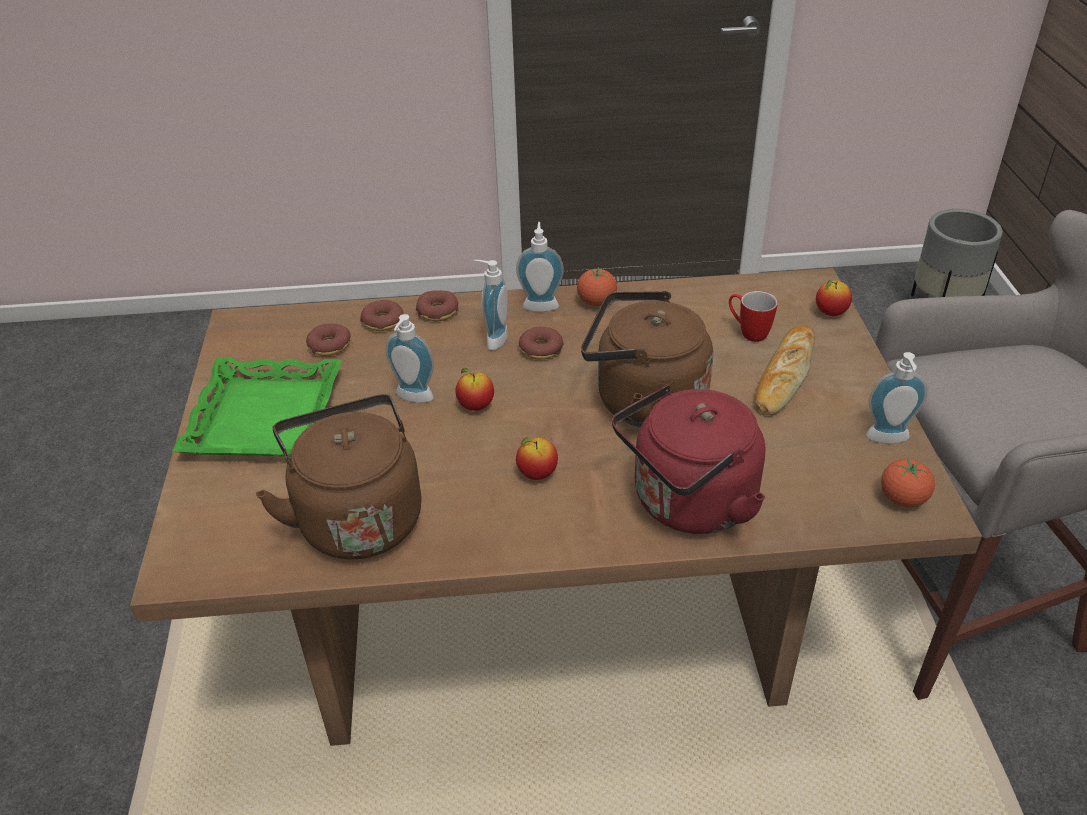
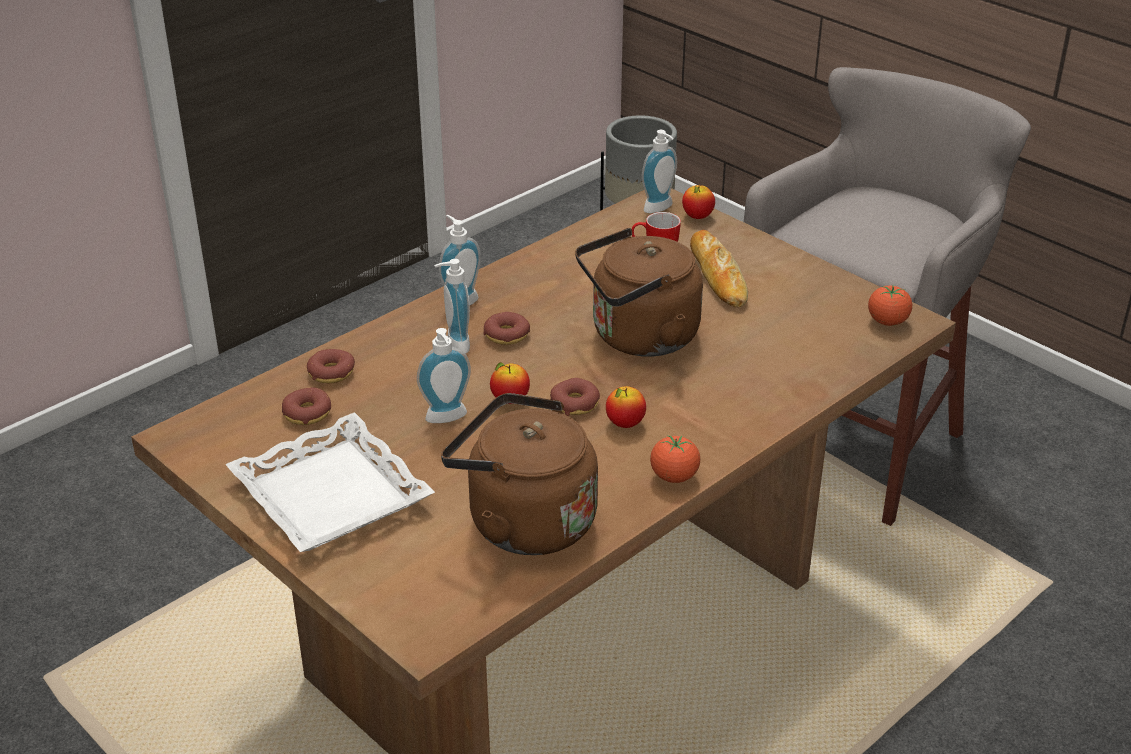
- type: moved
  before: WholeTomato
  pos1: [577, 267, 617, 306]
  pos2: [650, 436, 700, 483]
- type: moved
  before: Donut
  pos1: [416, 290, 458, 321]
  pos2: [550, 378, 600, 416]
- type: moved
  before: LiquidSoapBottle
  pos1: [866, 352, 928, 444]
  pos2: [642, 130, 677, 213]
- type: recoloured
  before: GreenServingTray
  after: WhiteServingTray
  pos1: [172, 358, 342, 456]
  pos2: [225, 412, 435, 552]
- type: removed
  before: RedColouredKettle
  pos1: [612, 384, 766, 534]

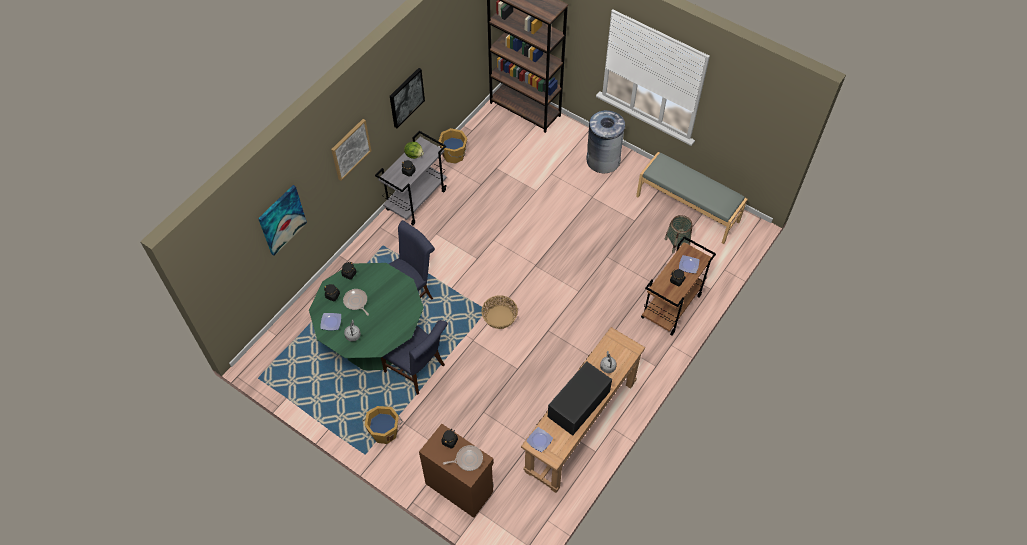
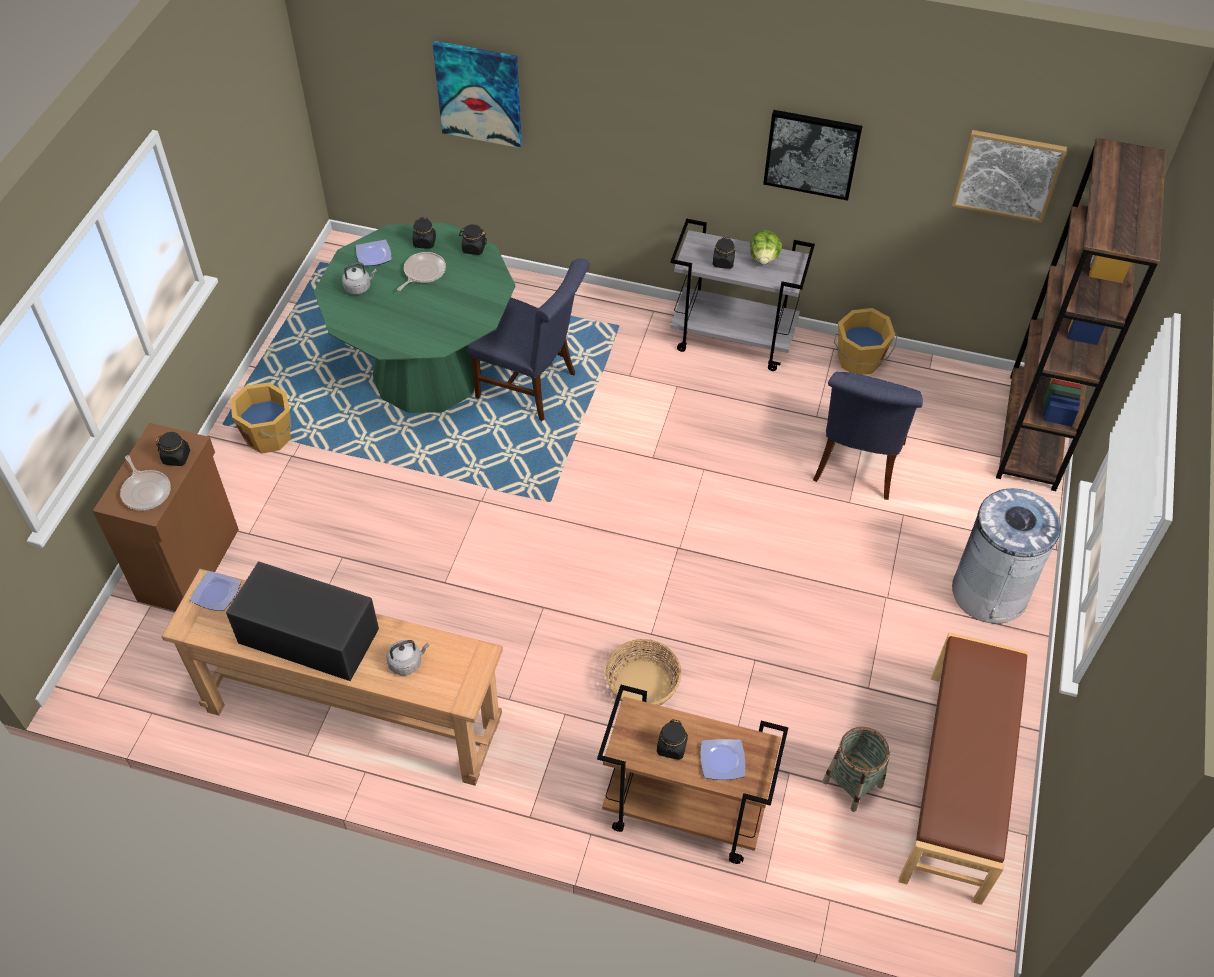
- type: moved
  before: Picture
  pos1: [331, 119, 371, 181]
  pos2: [952, 130, 1067, 223]
- type: recoloured
  before: GreyBench
  after: BrownColouredBench
  pos1: [636, 152, 747, 244]
  pos2: [898, 632, 1028, 905]
- type: moved
  before: StorageBasket
  pos1: [482, 295, 518, 329]
  pos2: [605, 639, 682, 706]
- type: moved
  before: BlueUprightChair
  pos1: [381, 320, 448, 395]
  pos2: [813, 371, 923, 500]

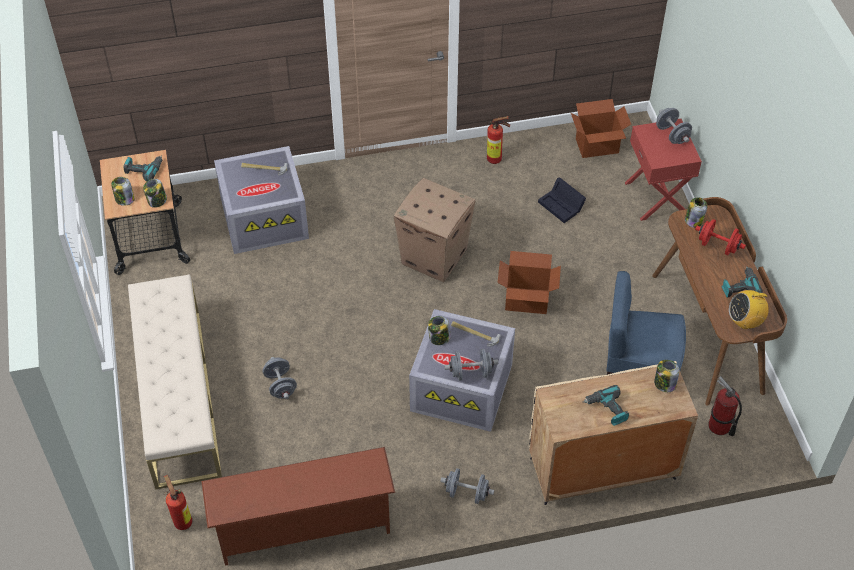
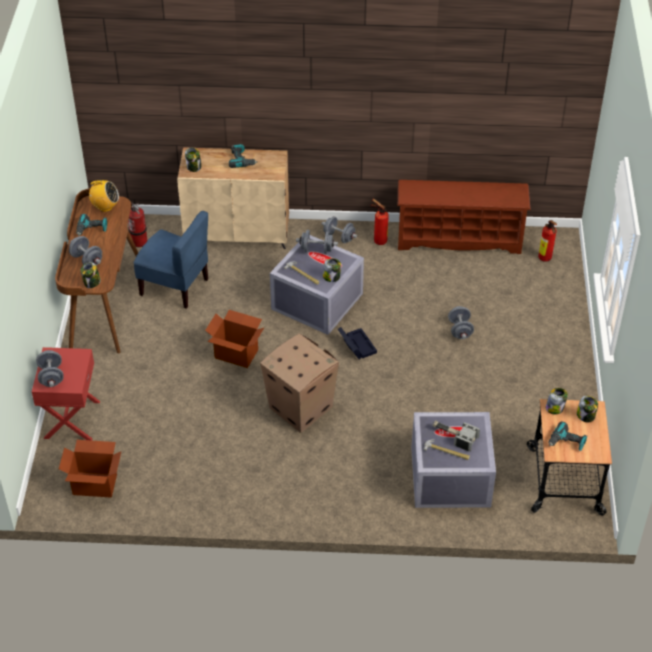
- type: moved
  before: FireExtinguisher
  pos1: [487, 116, 510, 164]
  pos2: [371, 198, 389, 245]
- type: moved
  before: BlackStorageContainer
  pos1: [538, 178, 586, 223]
  pos2: [338, 327, 377, 359]
- type: recoloured
  before: RedColouredDumbbell
  after: GreyDumbbell
  pos1: [695, 219, 746, 255]
  pos2: [69, 236, 102, 266]
- type: removed
  before: BeigeColouredBench
  pos1: [128, 274, 222, 489]
- type: added
  after: Hammer
  pos2: [433, 421, 480, 452]

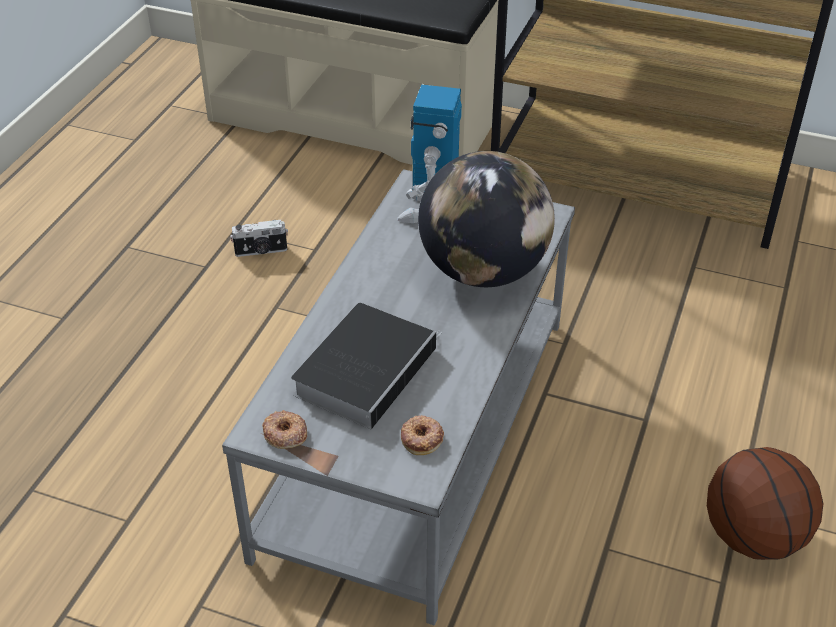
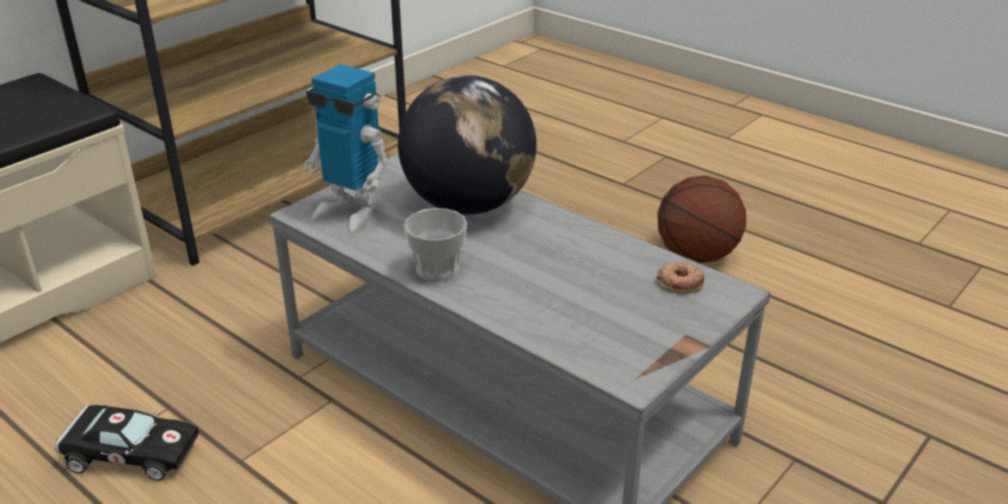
- type: replaced
  before: PhotoCamera
  after: BlackMiniatureCar
  pos1: [230, 220, 288, 257]
  pos2: [55, 405, 199, 481]
- type: removed
  before: Volume
  pos1: [291, 303, 442, 429]
- type: removed
  before: Donut
  pos1: [262, 410, 307, 449]
- type: added
  after: Cup
  pos2: [404, 208, 467, 282]

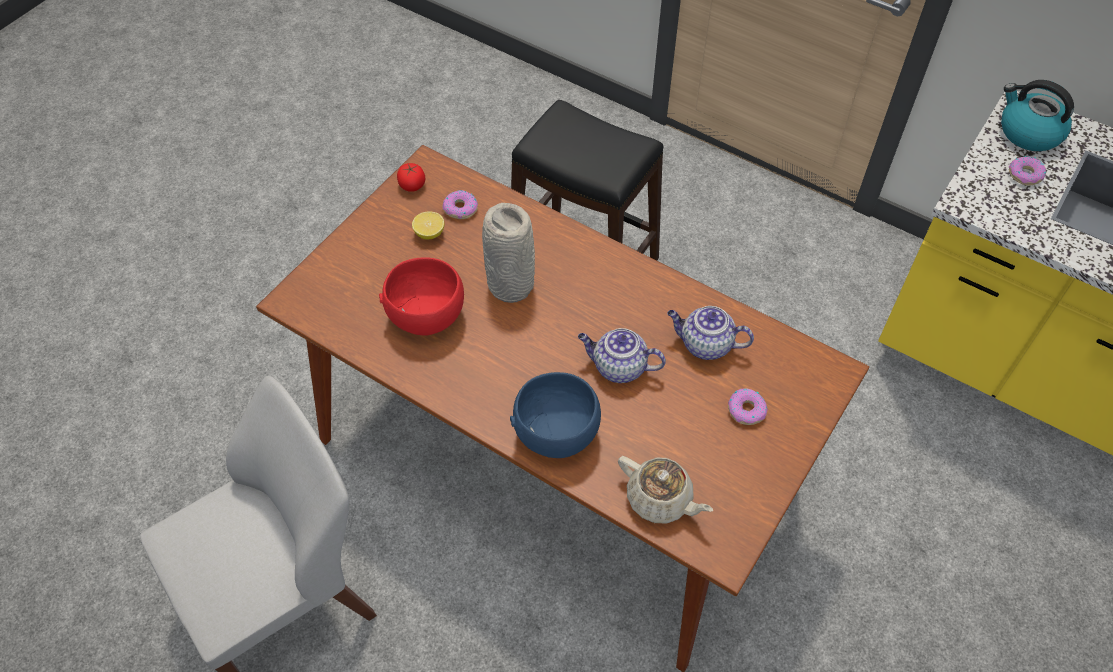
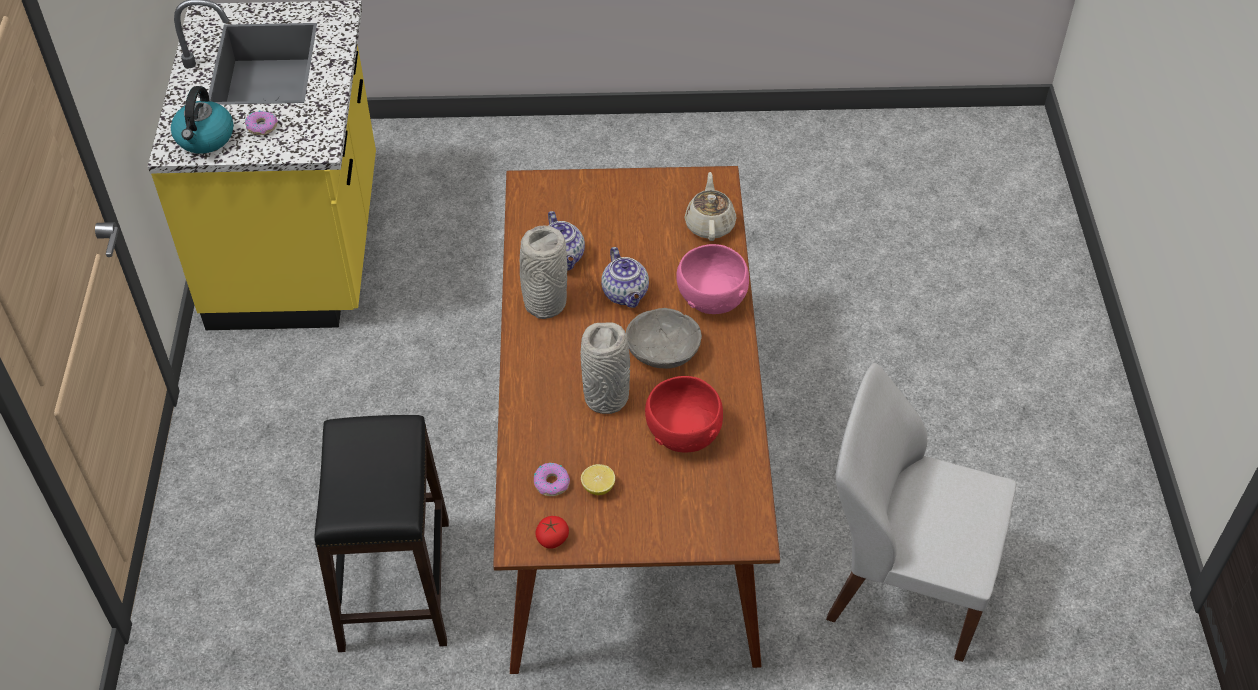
- type: recoloured
  before: BlueDeepDish
  after: PinkDeepDish
  pos1: [510, 372, 601, 458]
  pos2: [676, 244, 749, 314]
- type: removed
  before: Donut
  pos1: [728, 388, 768, 425]
- type: added
  after: GreyDecorativeVase
  pos2: [519, 225, 567, 319]
- type: added
  after: GreyDeepDish
  pos2: [626, 308, 702, 369]

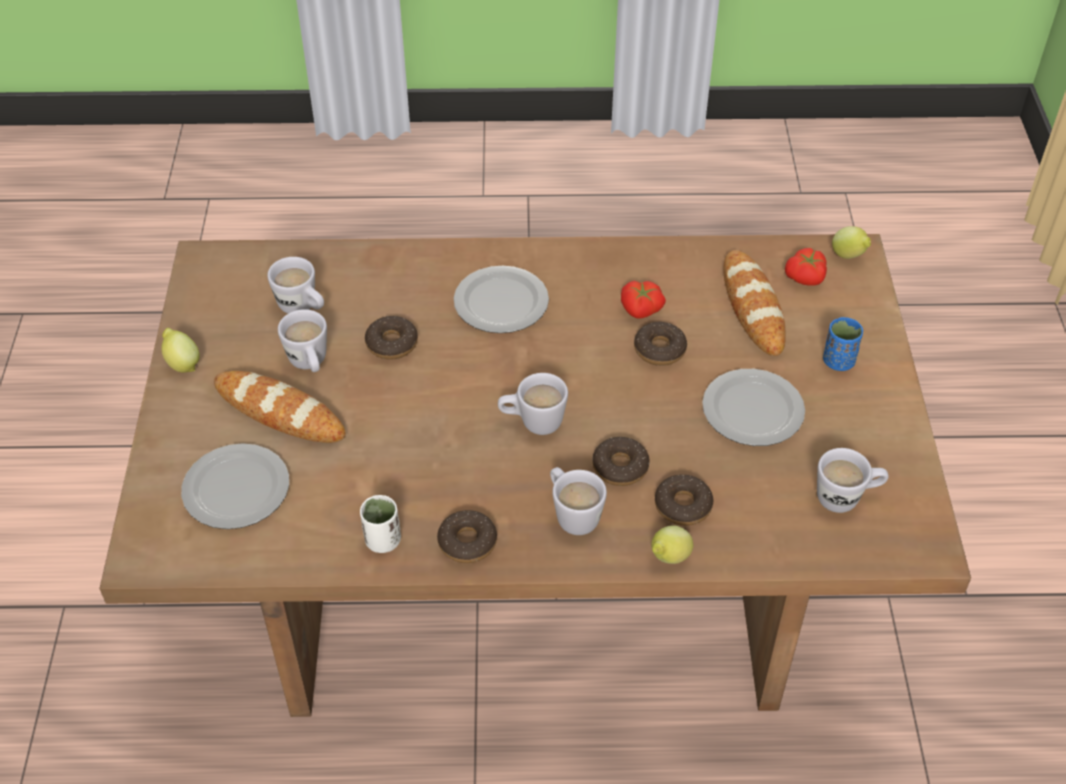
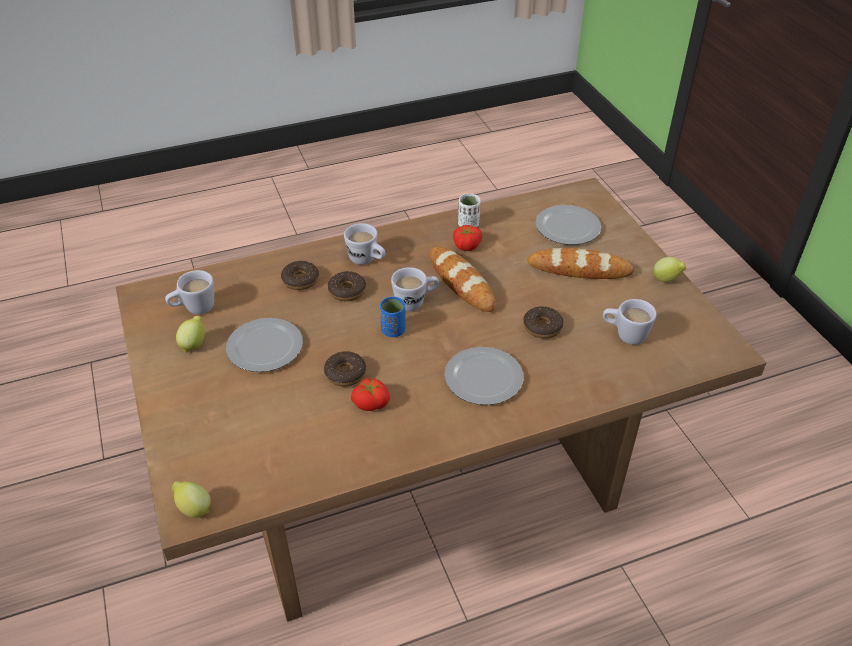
- type: moved
  before: WholeTomato
  pos1: [785, 248, 827, 286]
  pos2: [453, 225, 482, 251]
- type: moved
  before: Bread
  pos1: [723, 250, 786, 356]
  pos2: [430, 247, 496, 312]
- type: removed
  before: WhiteMug
  pos1: [278, 309, 327, 372]
- type: moved
  before: BlueCup
  pos1: [823, 317, 863, 371]
  pos2: [380, 297, 406, 337]
- type: removed
  before: Donut
  pos1: [437, 510, 497, 563]
- type: moved
  before: Lemon
  pos1: [651, 525, 693, 564]
  pos2: [176, 316, 205, 353]

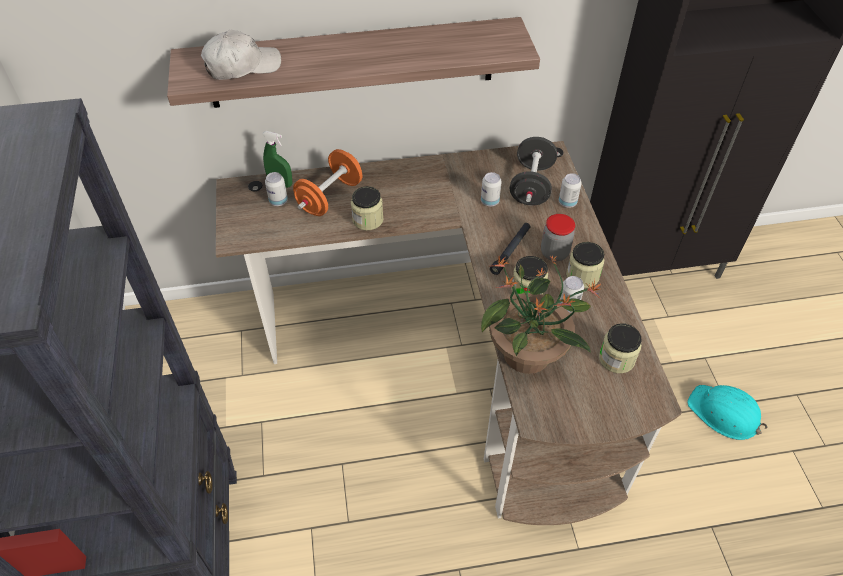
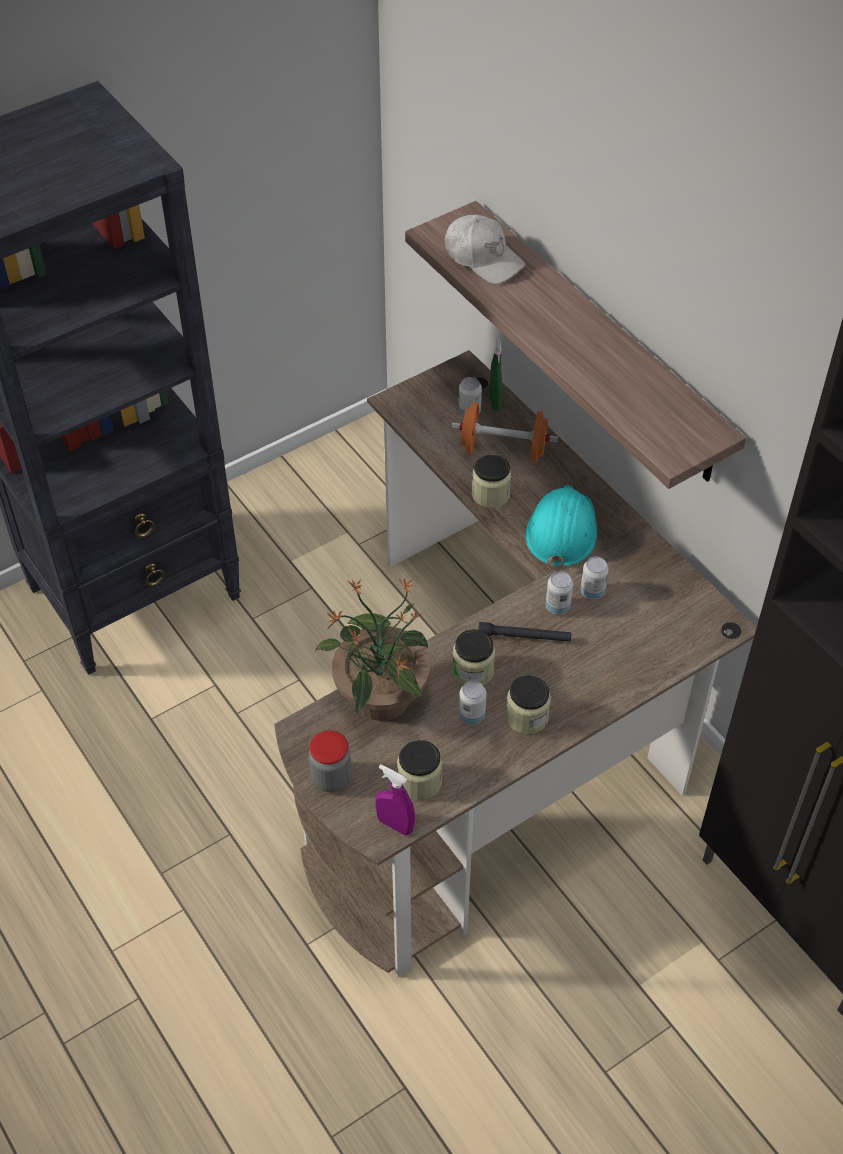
- type: removed
  before: BlackDumbbell
  pos1: [510, 137, 557, 206]
- type: moved
  before: MetalCan
  pos1: [559, 173, 582, 208]
  pos2: [546, 572, 573, 615]
- type: moved
  before: StorageJar
  pos1: [541, 214, 575, 261]
  pos2: [309, 731, 352, 792]
- type: moved
  before: TurquoiseWorkHelmet
  pos1: [687, 385, 767, 440]
  pos2: [526, 485, 597, 570]
- type: added
  after: PurpleColouredSprayBottle
  pos2: [375, 764, 415, 835]

